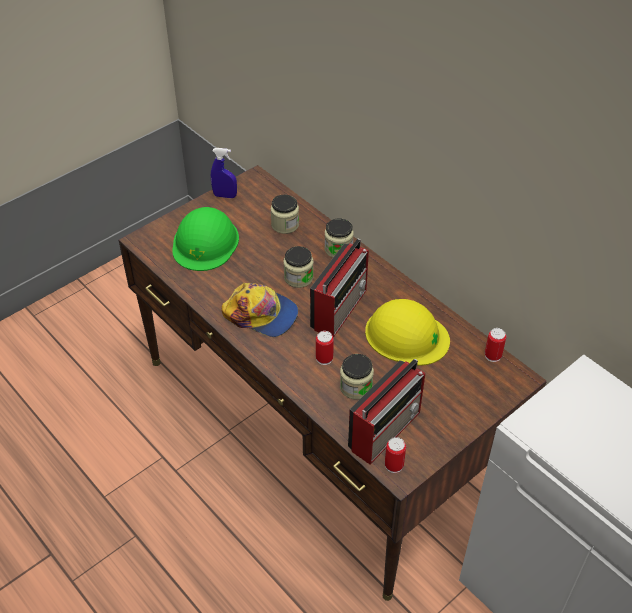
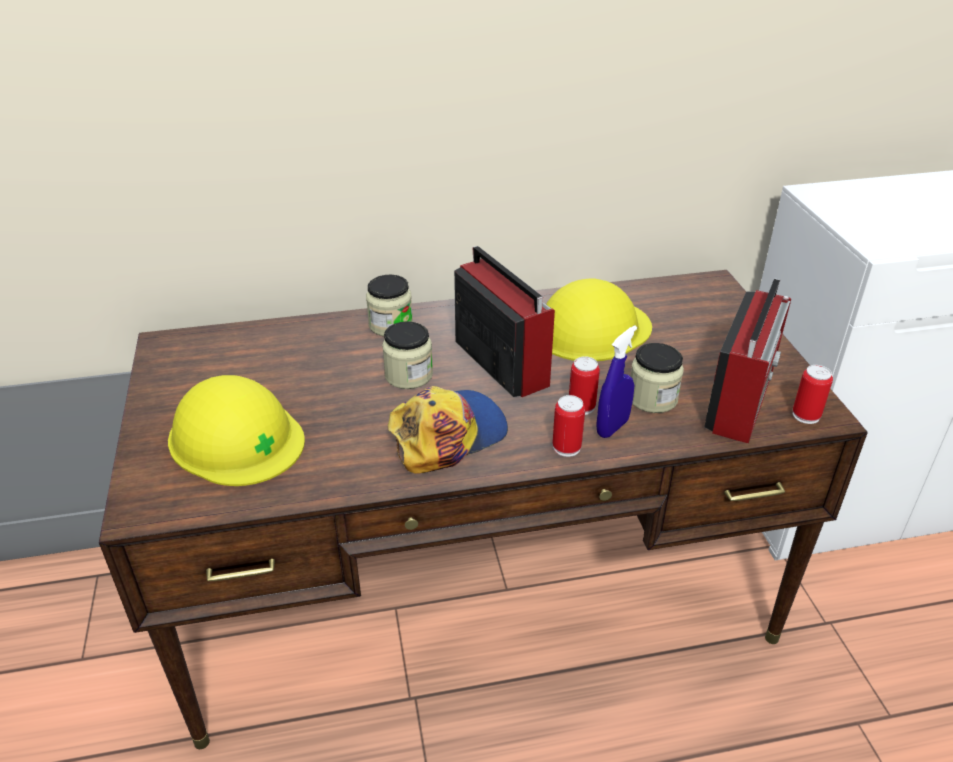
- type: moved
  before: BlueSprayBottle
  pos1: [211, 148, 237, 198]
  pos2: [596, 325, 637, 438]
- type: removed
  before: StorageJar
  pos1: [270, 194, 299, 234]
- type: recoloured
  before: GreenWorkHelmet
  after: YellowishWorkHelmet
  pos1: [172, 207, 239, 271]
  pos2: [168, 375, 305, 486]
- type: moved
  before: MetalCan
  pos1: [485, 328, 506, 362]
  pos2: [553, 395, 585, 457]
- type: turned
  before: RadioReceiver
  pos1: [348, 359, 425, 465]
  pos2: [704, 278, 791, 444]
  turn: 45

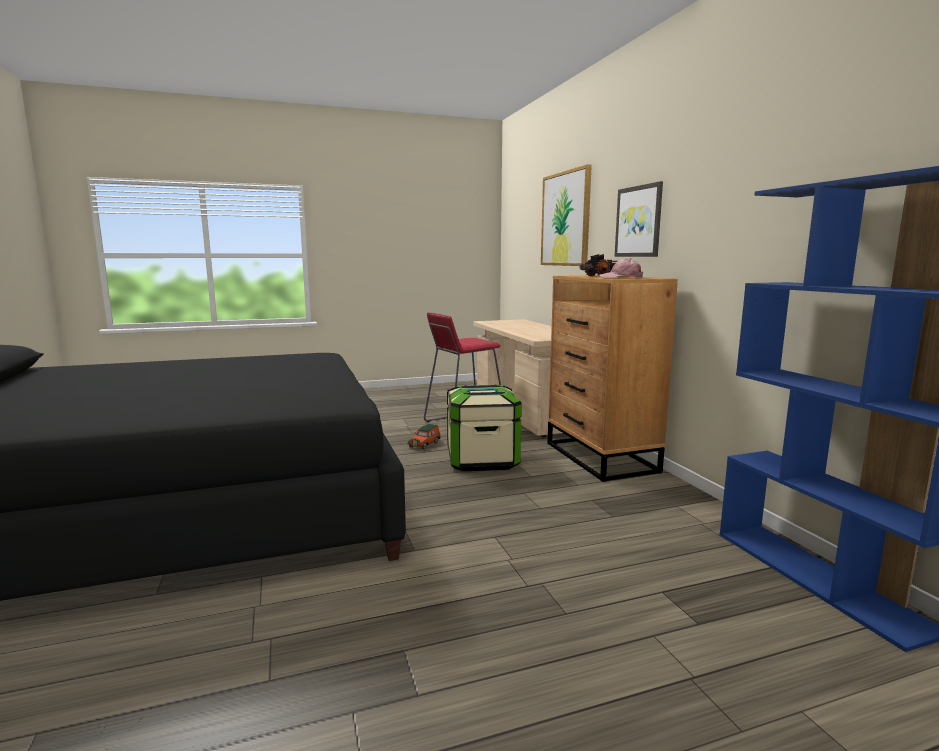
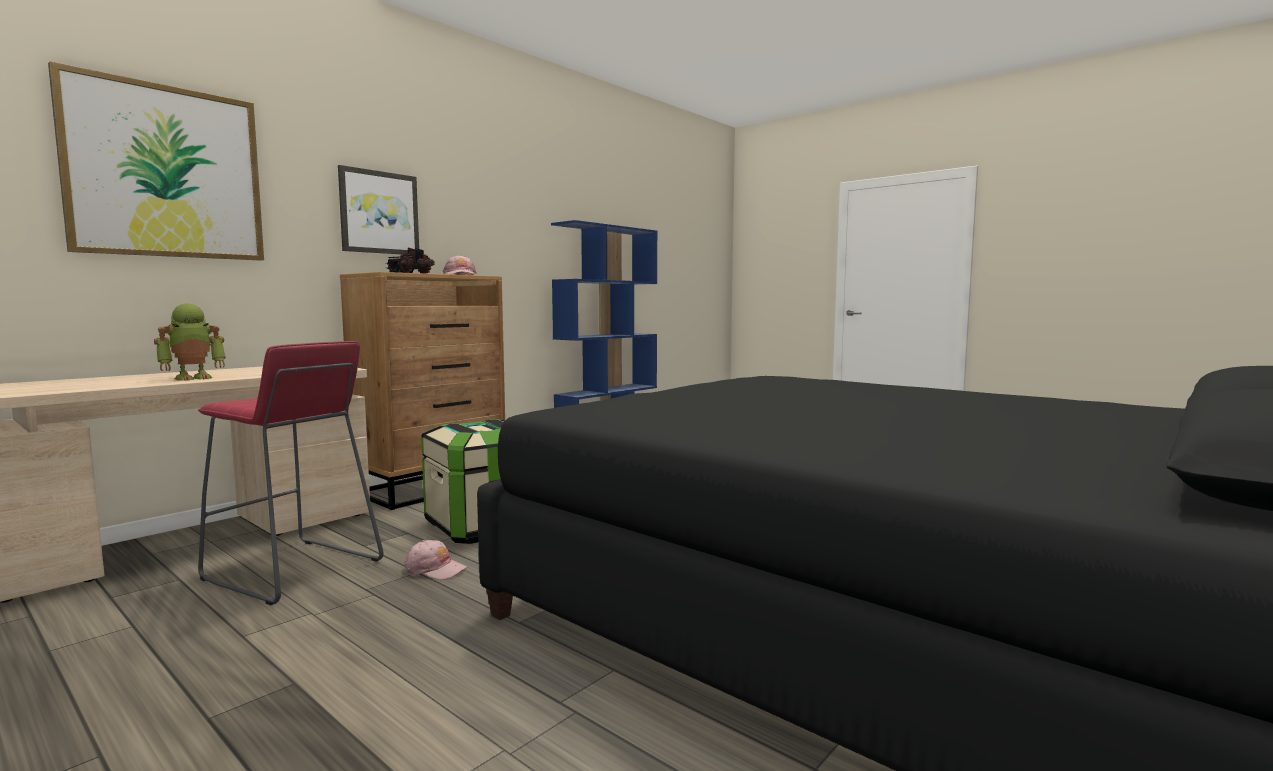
- type: replaced
  before: MiniatureCar
  after: PinkBaseballCap
  pos1: [408, 424, 441, 450]
  pos2: [404, 540, 467, 580]
- type: added
  after: RobotFigure
  pos2: [154, 303, 226, 381]

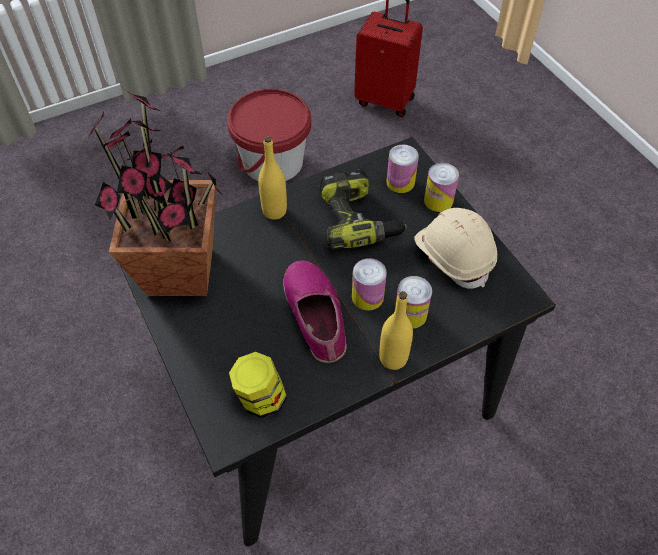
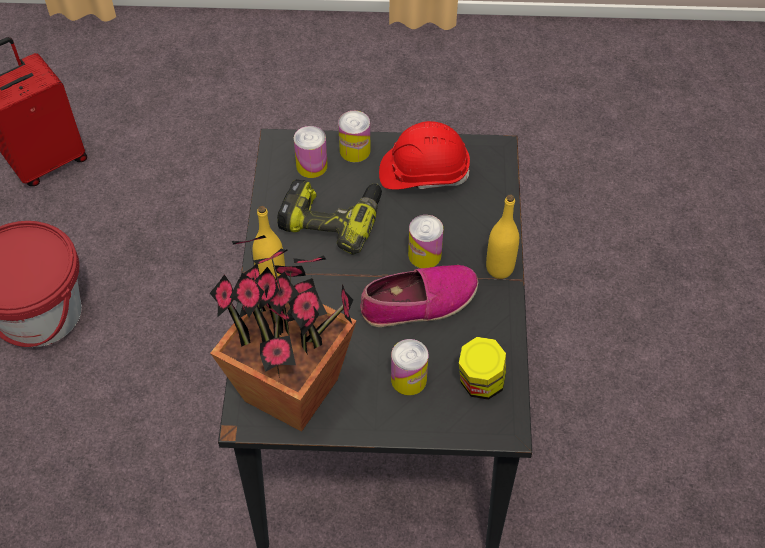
- type: recoloured
  before: BeigeColouredWorkHelmet
  after: RedColouredWorkHelmet
  pos1: [414, 208, 497, 289]
  pos2: [379, 121, 470, 190]
- type: turned
  before: Shoe
  pos1: [283, 261, 347, 363]
  pos2: [360, 265, 478, 327]
  turn: 150
- type: moved
  before: MetalCan
  pos1: [395, 276, 432, 328]
  pos2: [391, 339, 428, 395]

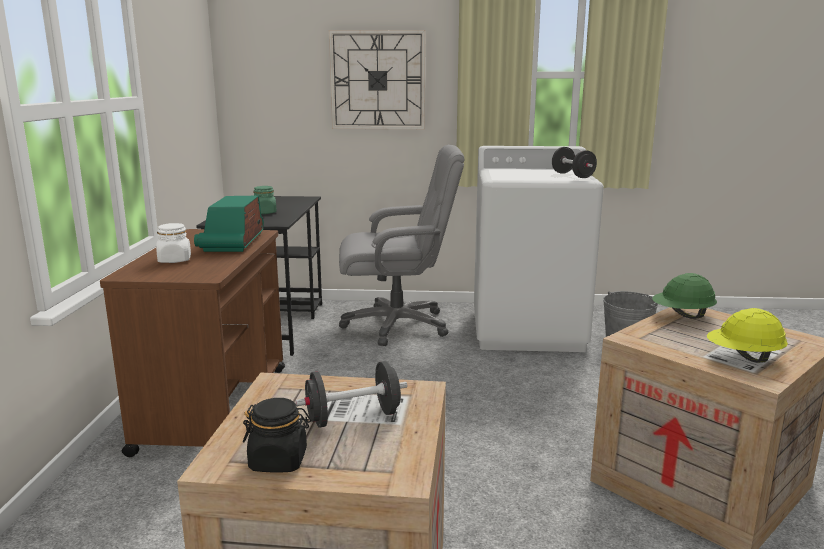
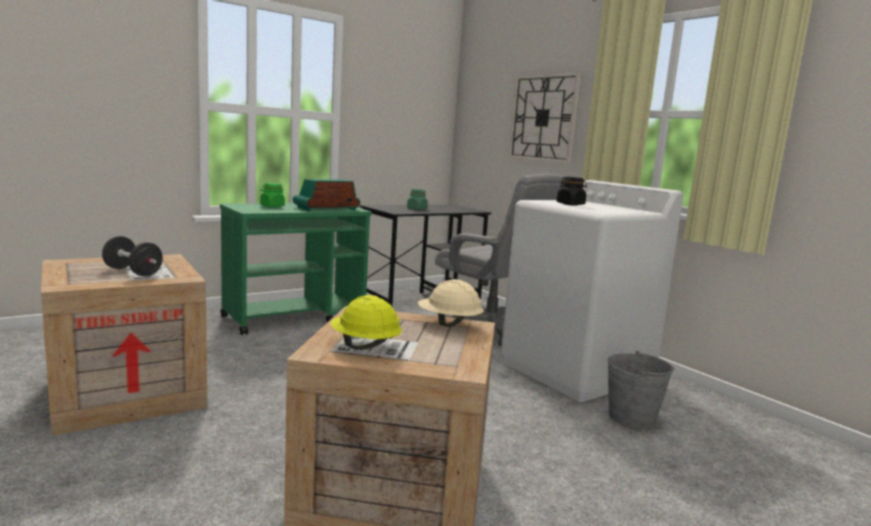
- type: removed
  before: BlackDumbbell
  pos1: [552, 147, 597, 178]
- type: recoloured
  before: WhiteStorageJar
  after: GreenStorageJar
  pos1: [156, 223, 191, 263]
  pos2: [260, 183, 285, 207]
- type: recoloured
  before: BrownColouredCart
  after: GreenCart
  pos1: [100, 229, 285, 457]
  pos2: [220, 203, 372, 335]
- type: recoloured
  before: GreenWorkHelmet
  after: BeigeColouredWorkHelmet
  pos1: [652, 273, 717, 319]
  pos2: [418, 279, 484, 327]
- type: moved
  before: BlackStorageJar
  pos1: [243, 398, 311, 473]
  pos2: [557, 176, 587, 206]

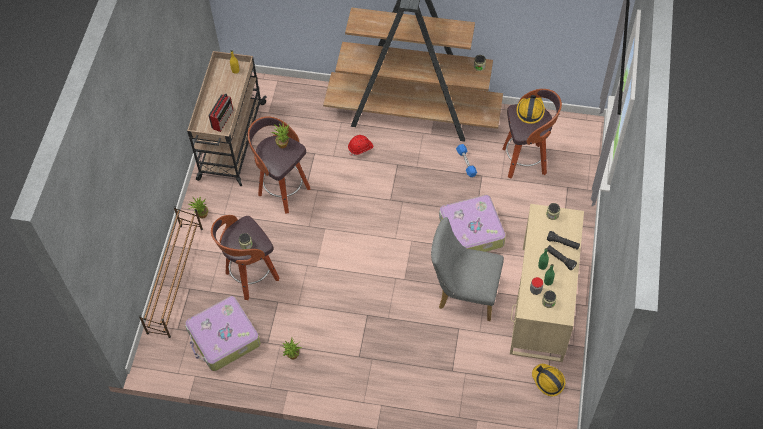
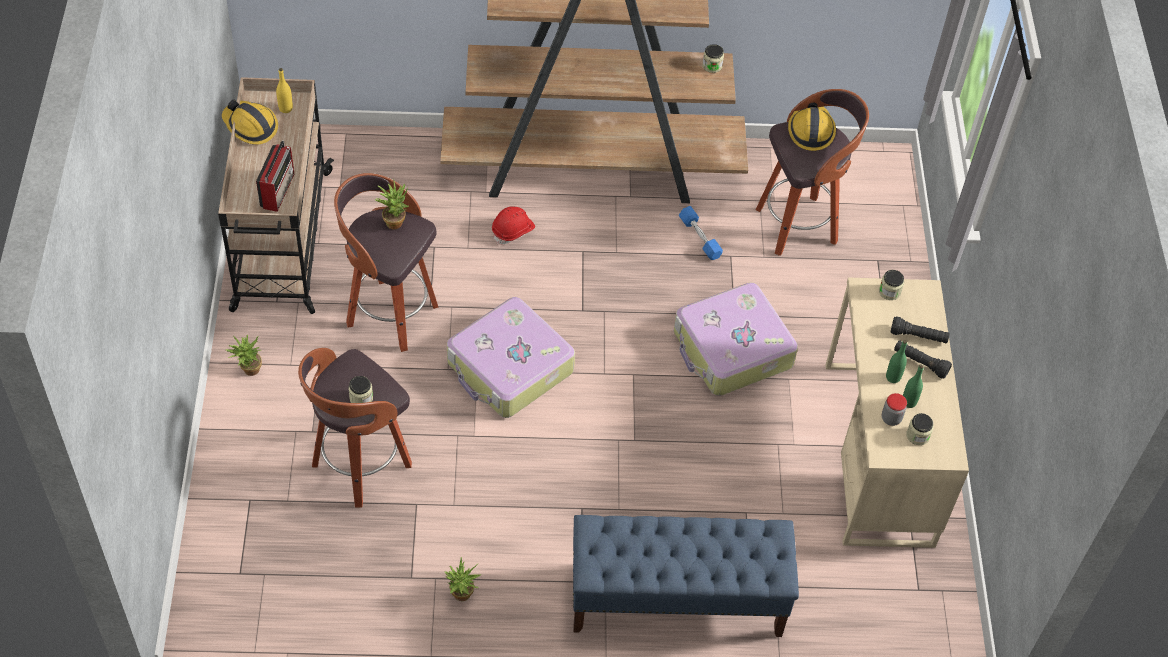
- type: removed
  before: BrownColouredShoeRack
  pos1: [139, 206, 203, 338]
- type: removed
  before: GreyUprightChair
  pos1: [431, 217, 504, 321]
- type: moved
  before: PieceOfLuggage
  pos1: [185, 296, 261, 371]
  pos2: [447, 297, 575, 418]
- type: moved
  before: WorkHelmet
  pos1: [532, 364, 566, 396]
  pos2: [222, 99, 278, 145]
- type: added
  after: BlueBench
  pos2: [573, 515, 799, 637]

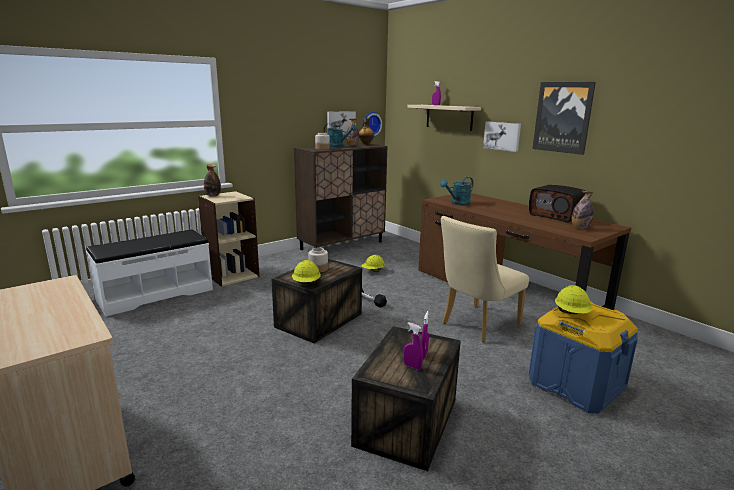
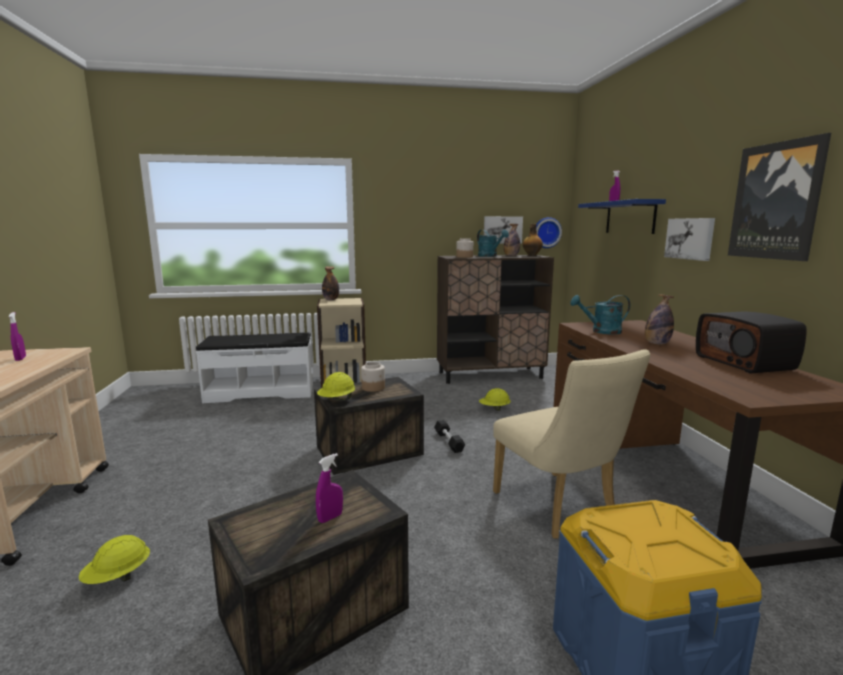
- type: recoloured
  before: BeigeColouredBracketShelf
  after: BlueBracketShelf
  pos1: [407, 105, 481, 131]
  pos2: [578, 199, 666, 234]
- type: moved
  before: BeverageBottle
  pos1: [571, 191, 593, 229]
  pos2: [645, 294, 674, 345]
- type: turned
  before: BeigeColouredUprightChair
  pos1: [441, 216, 529, 343]
  pos2: [493, 349, 651, 539]
  turn: -105
- type: moved
  before: YellowishWorkHelmet
  pos1: [555, 285, 593, 314]
  pos2: [79, 535, 150, 584]
- type: moved
  before: PurpleColouredSprayBottle
  pos1: [404, 322, 423, 370]
  pos2: [9, 312, 26, 361]

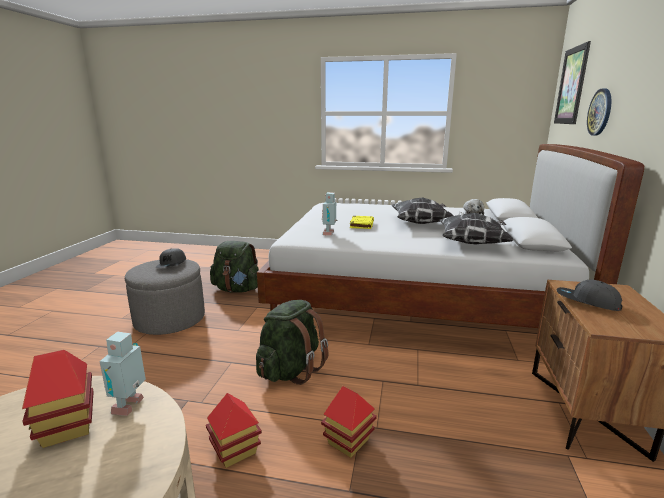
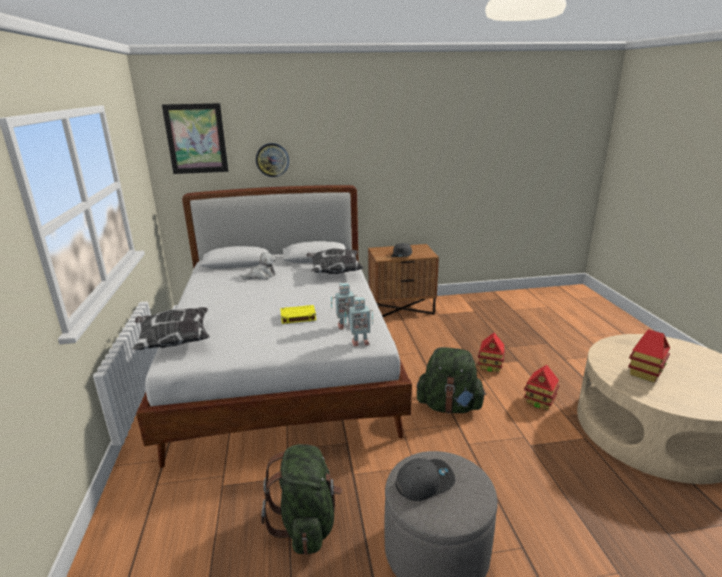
- type: moved
  before: Cushion
  pos1: [391, 197, 454, 224]
  pos2: [133, 307, 210, 350]
- type: moved
  before: RobotFigure
  pos1: [99, 331, 146, 416]
  pos2: [345, 296, 373, 346]

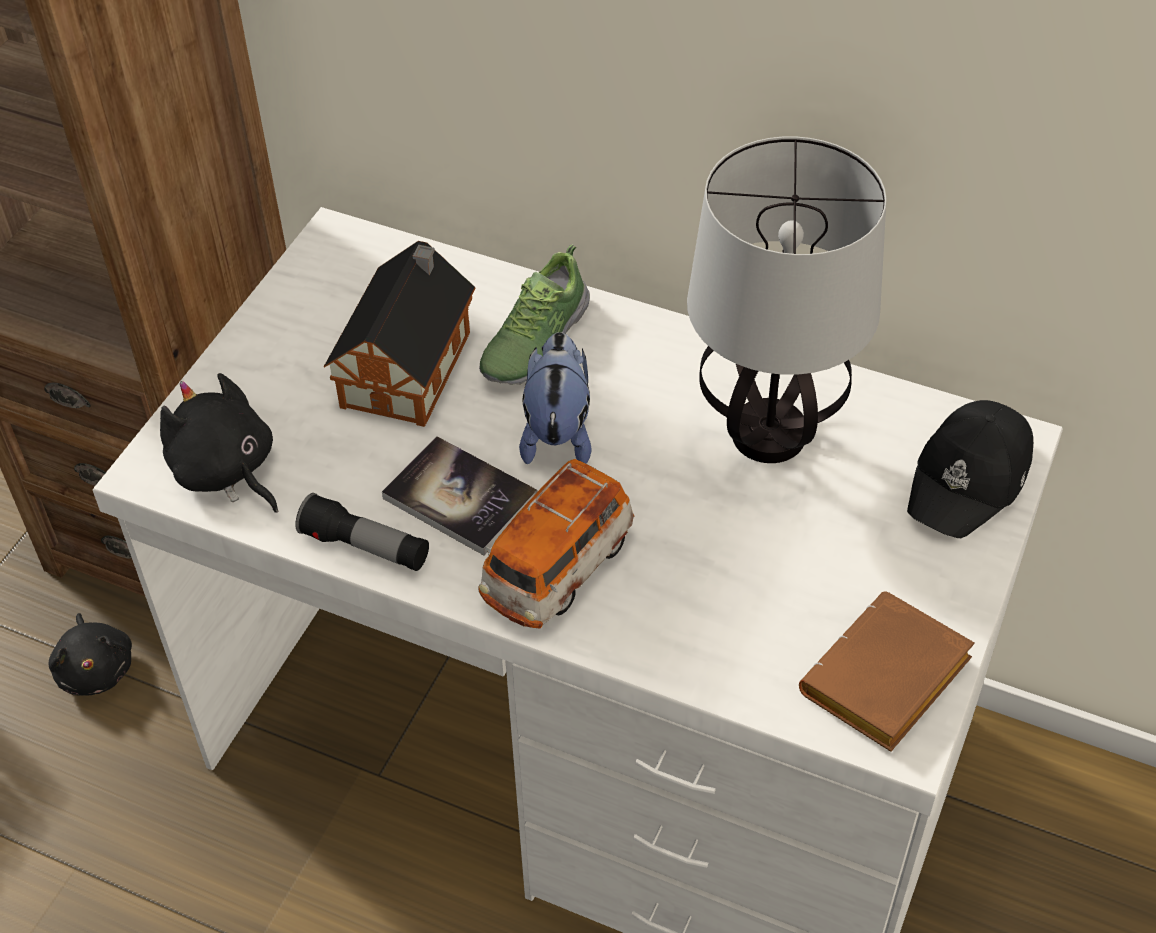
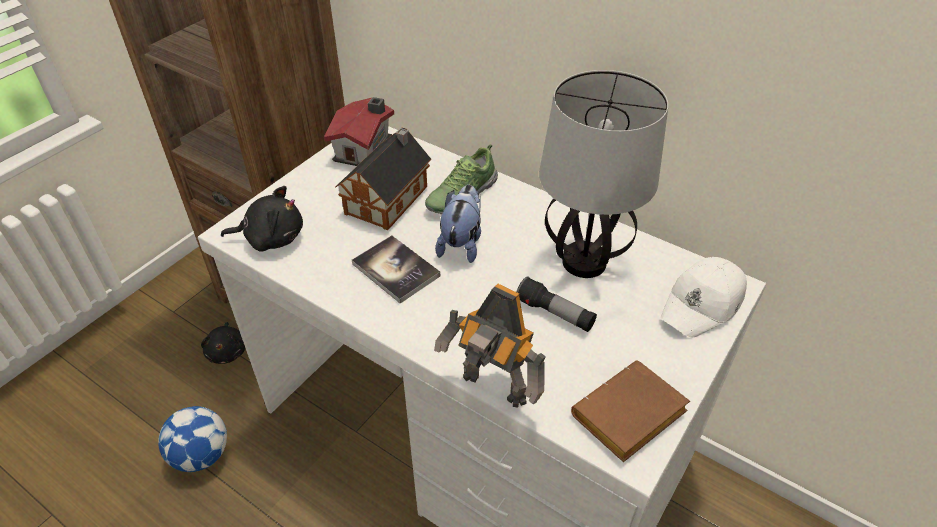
- type: turned
  before: BlackSoftToy
  pos1: [160, 373, 278, 513]
  pos2: [221, 186, 303, 252]
  turn: 120
- type: recoloured
  before: BlackBaseballCap
  after: WhiteBaseballCap
  pos1: [907, 400, 1033, 538]
  pos2: [661, 257, 747, 338]
- type: removed
  before: MiniatureCar
  pos1: [478, 459, 634, 629]
- type: moved
  before: Torch
  pos1: [295, 493, 429, 571]
  pos2: [516, 276, 597, 332]
- type: added
  after: ModelHouse
  pos2: [324, 97, 394, 166]
- type: added
  after: RobotFigure
  pos2: [434, 284, 546, 408]
- type: added
  after: BallForFootball
  pos2: [158, 406, 227, 472]

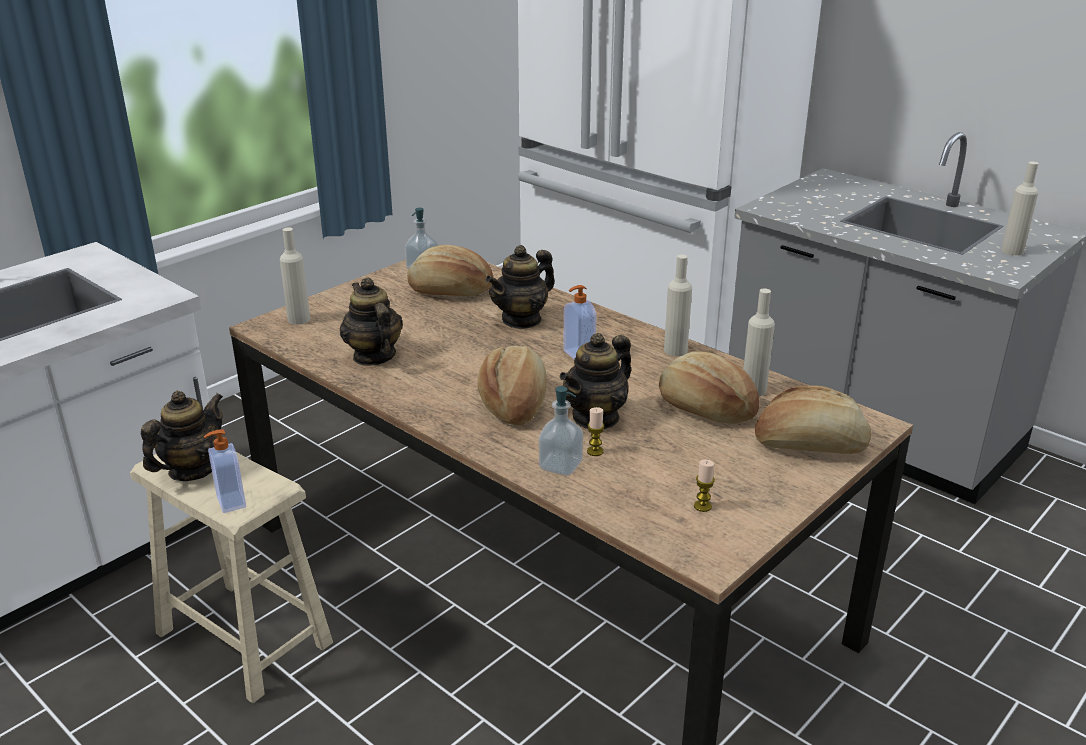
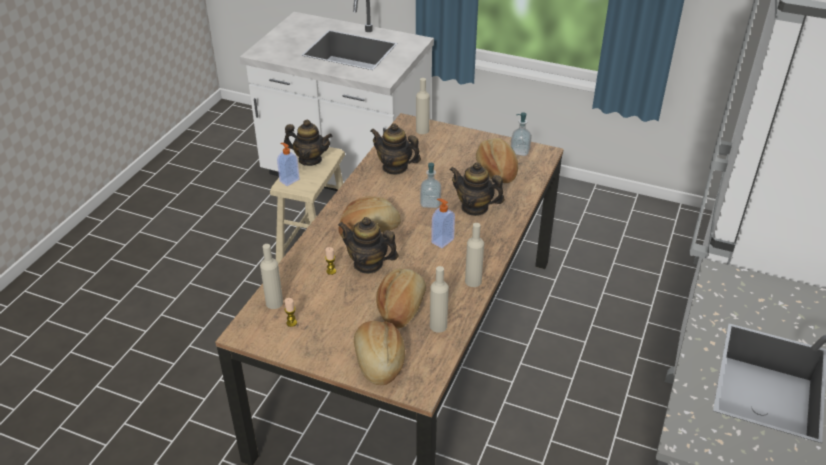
- type: moved
  before: BeigeColouredBeverageBottle
  pos1: [1001, 161, 1039, 256]
  pos2: [260, 244, 283, 309]
- type: turned
  before: PotForTea
  pos1: [340, 277, 403, 366]
  pos2: [371, 123, 421, 175]
  turn: -105
- type: moved
  before: LiquidSoapBottle
  pos1: [539, 386, 583, 476]
  pos2: [420, 163, 441, 208]

